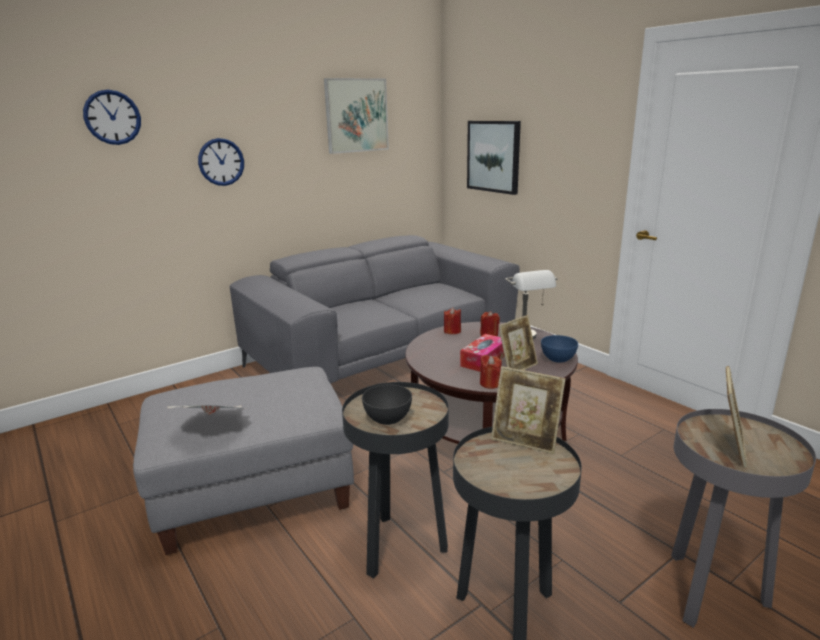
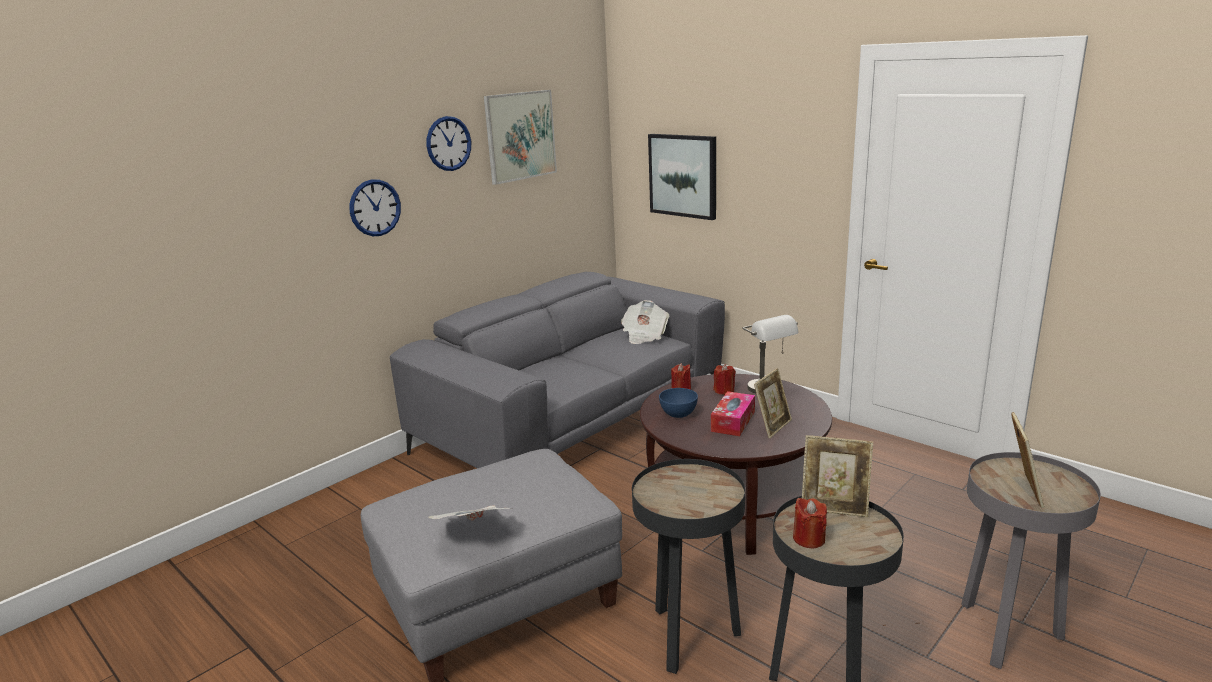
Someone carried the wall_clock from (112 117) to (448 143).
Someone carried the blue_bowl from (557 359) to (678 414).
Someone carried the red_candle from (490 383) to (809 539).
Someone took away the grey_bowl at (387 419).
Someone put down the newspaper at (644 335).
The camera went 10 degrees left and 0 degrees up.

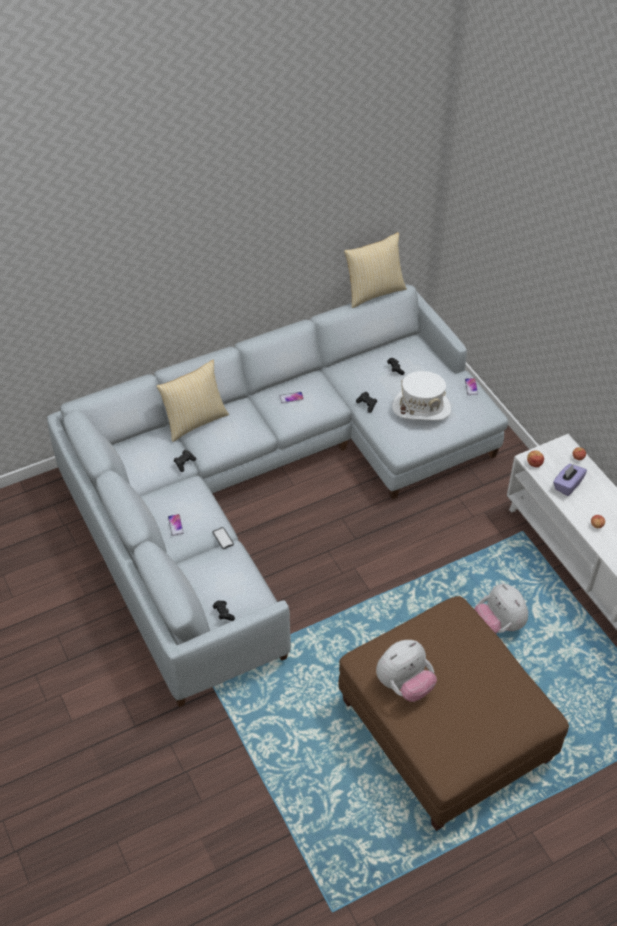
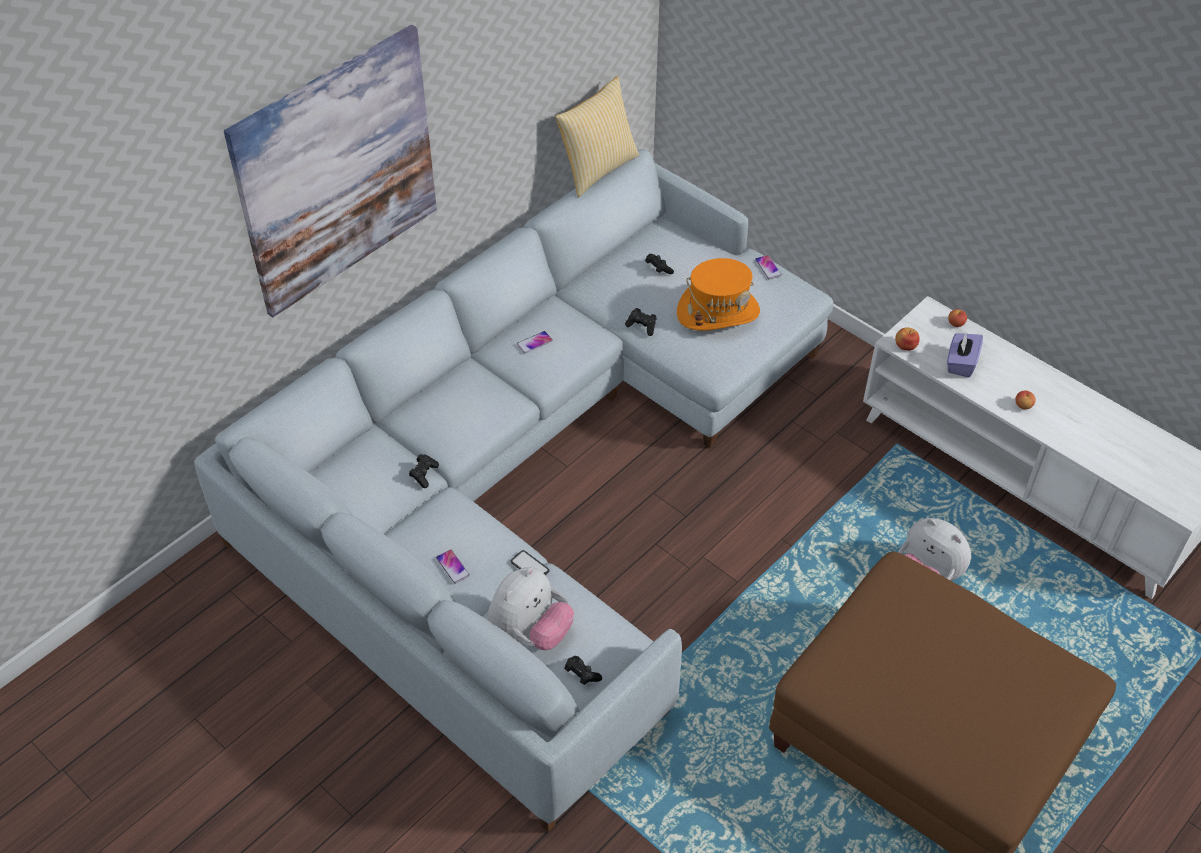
Someone took away the pillow at (195 421).
Someone repainted the white_hat at (421 408), which became the orange_hat at (718 312).
Someone carried the plush_toy from (404 684) to (530 632).
Someone put up the picture at (337 172).
The camera went 20 degrees left and 0 degrees up.

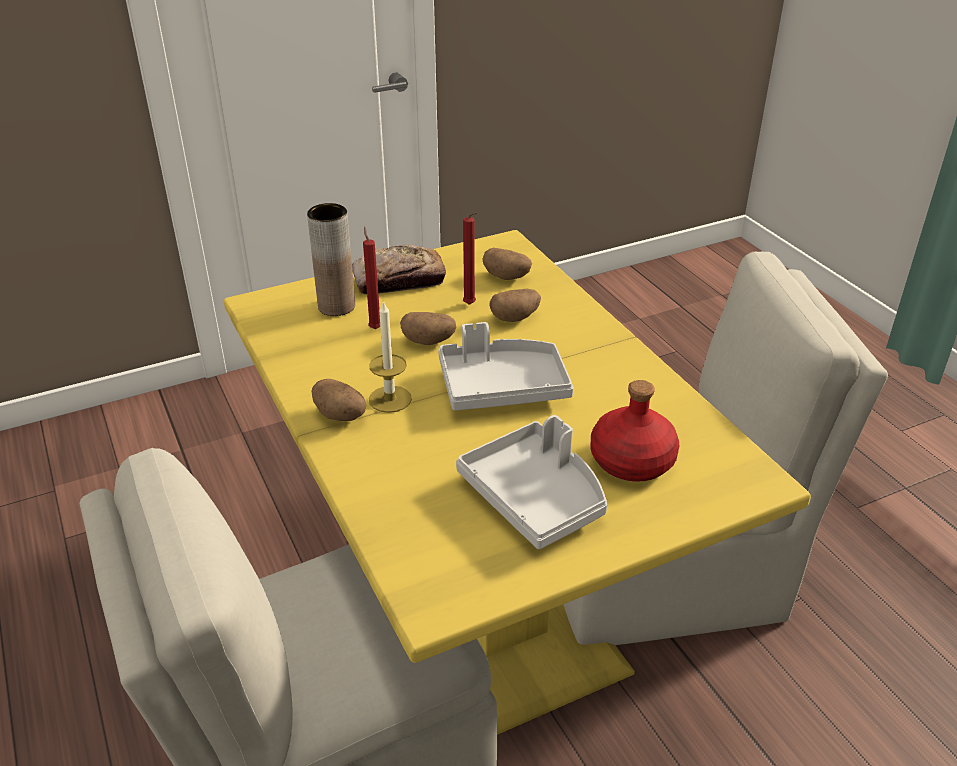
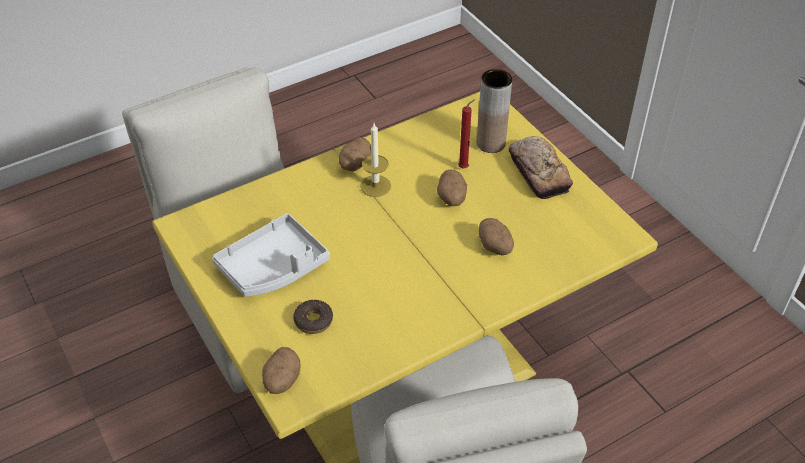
Someone took away the red_candle at (470 305).
Someone carried the potato from (507 277) to (281 381).
Someone took away the grey_tray at (502 387).
Someone swapped the red_bottle at (632 460) for the donut at (313 320).
The camera went 85 degrees right and 10 degrees up.

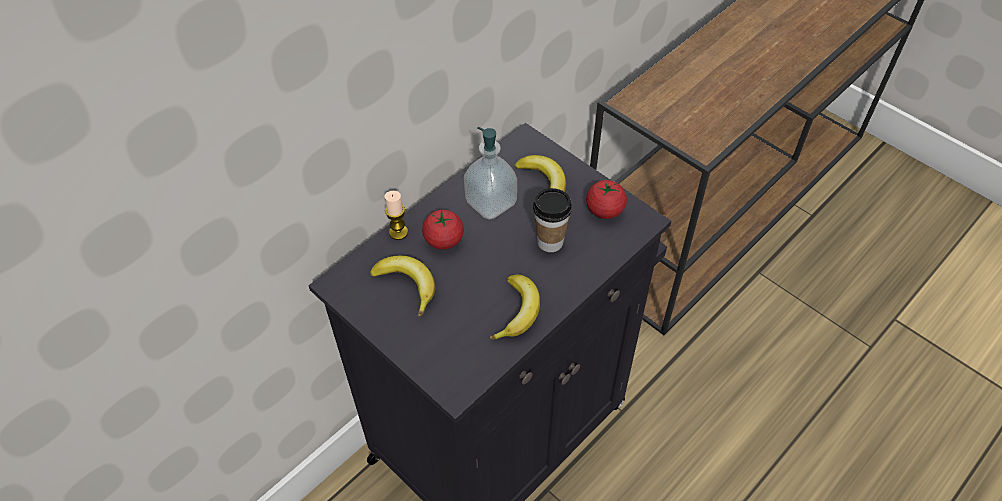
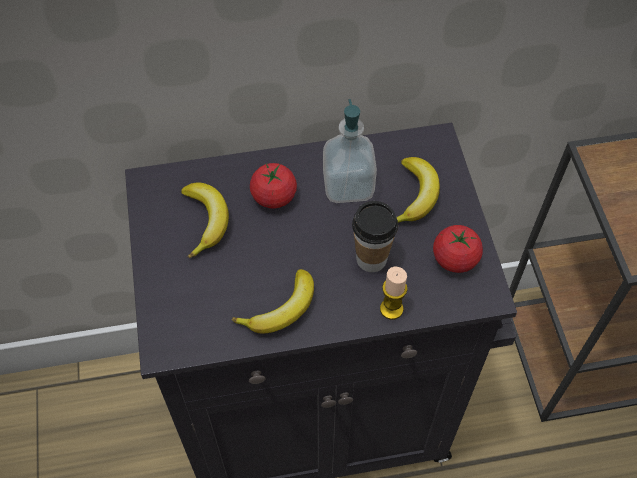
Someone carried the candle from (398 232) to (391 309).
The camera went 35 degrees right and 5 degrees up.

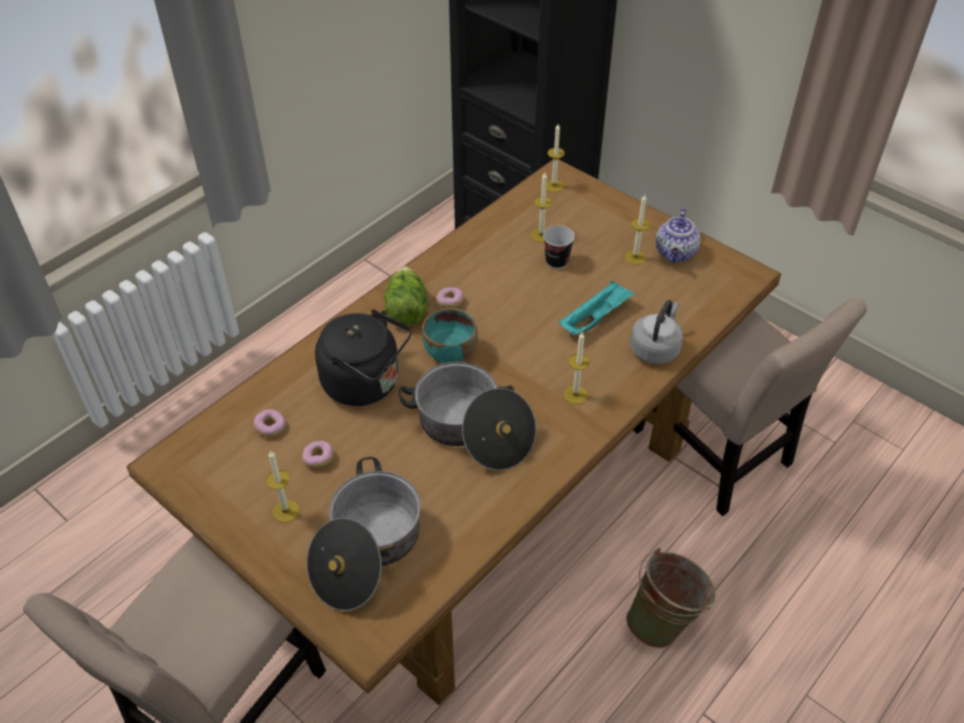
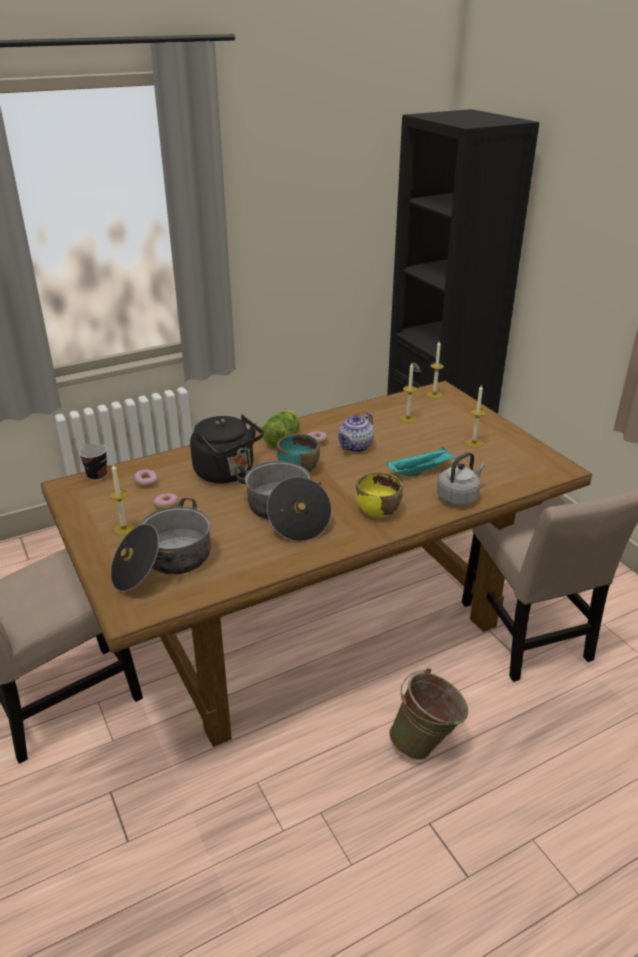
Someone carried the teapot from (676 253) to (355 447).
Someone carried the cup from (556 261) to (97 475).
Someone swapped the candle at (575 395) for the yellow_bowl at (377 510).
The camera went 20 degrees right and 15 degrees down.

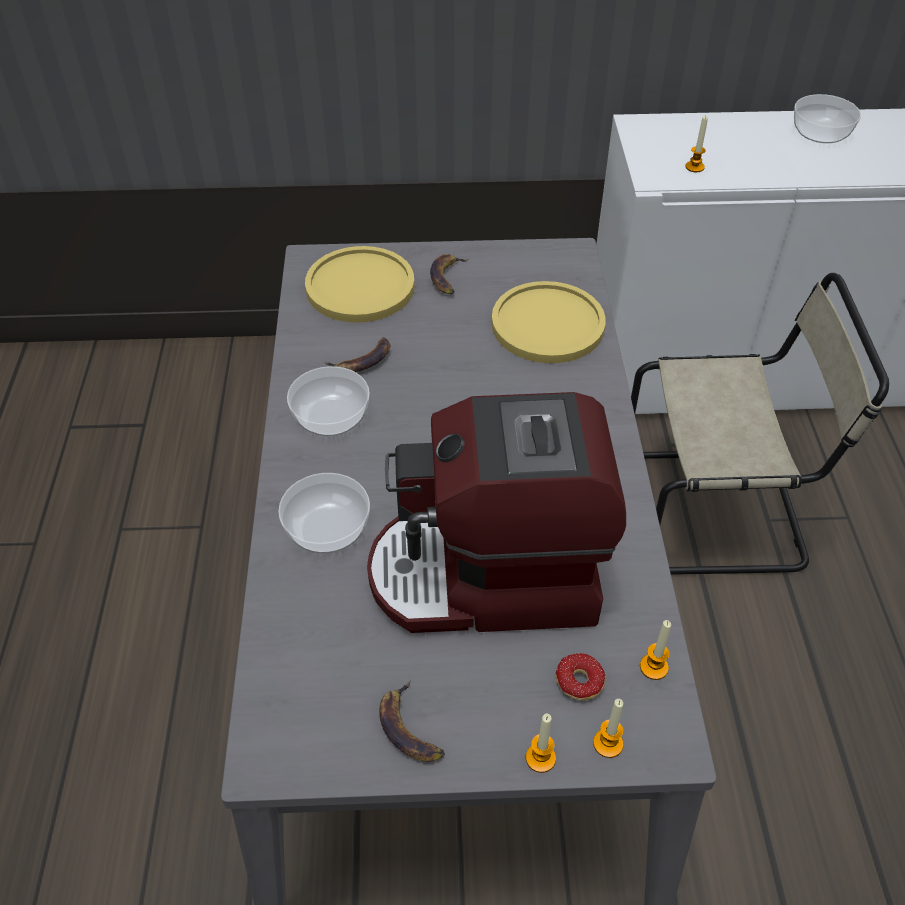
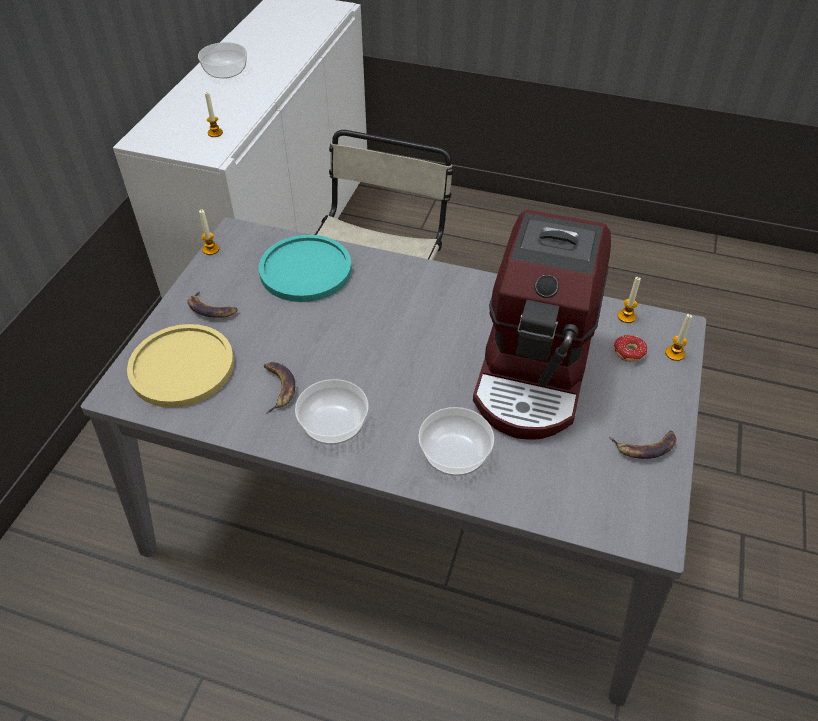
Someone repainted the yellow_plate at (547 324), which became the turquoise_plate at (305 270).
Someone carried the candle from (540 758) to (211 249).
The camera went 70 degrees left and 0 degrees up.

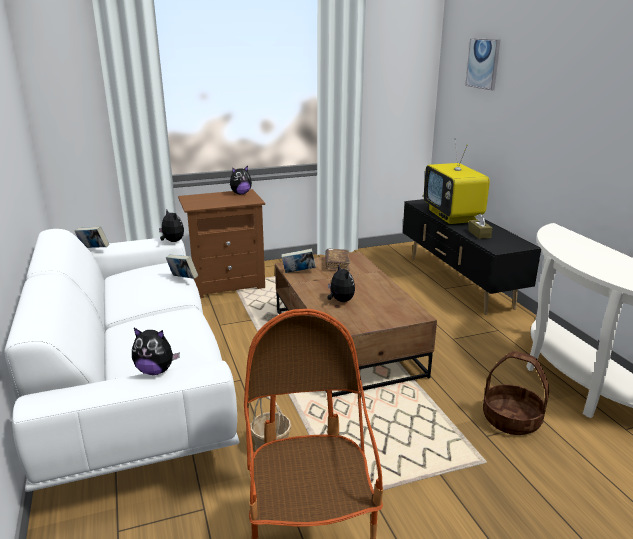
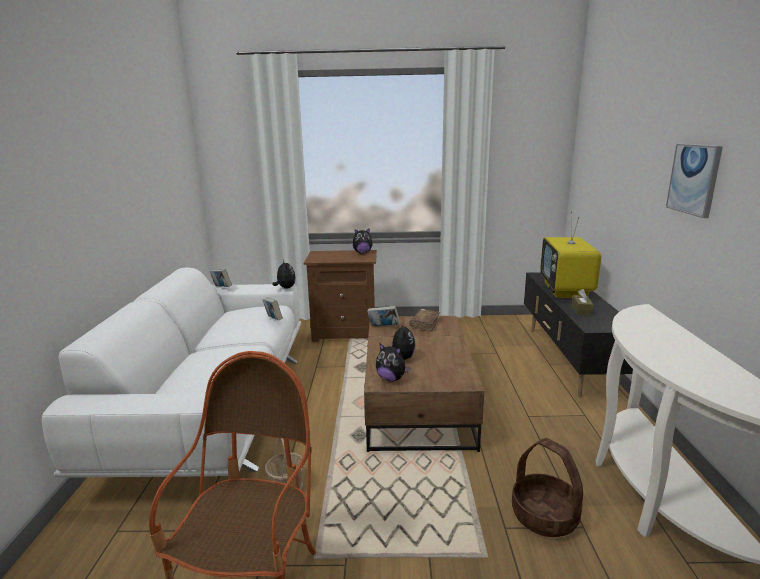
Someone carried the picture from (483 63) to (694 179).
Someone carried the plush_toy from (156 371) to (391 379).
The camera went 20 degrees right and 5 degrees down.

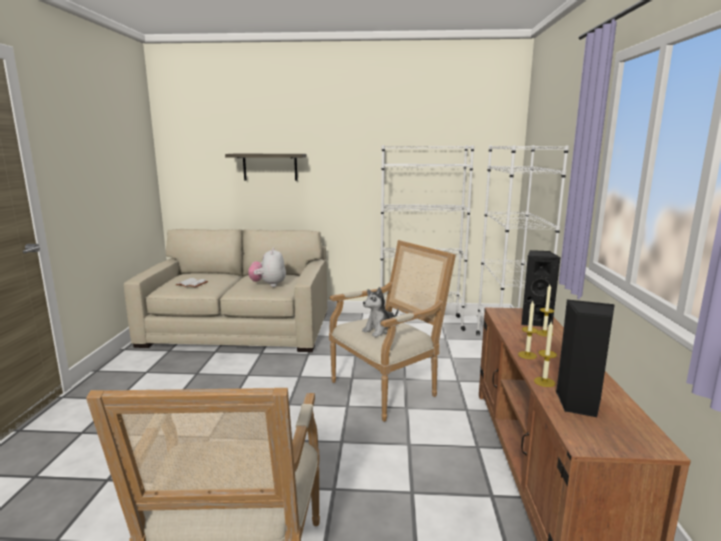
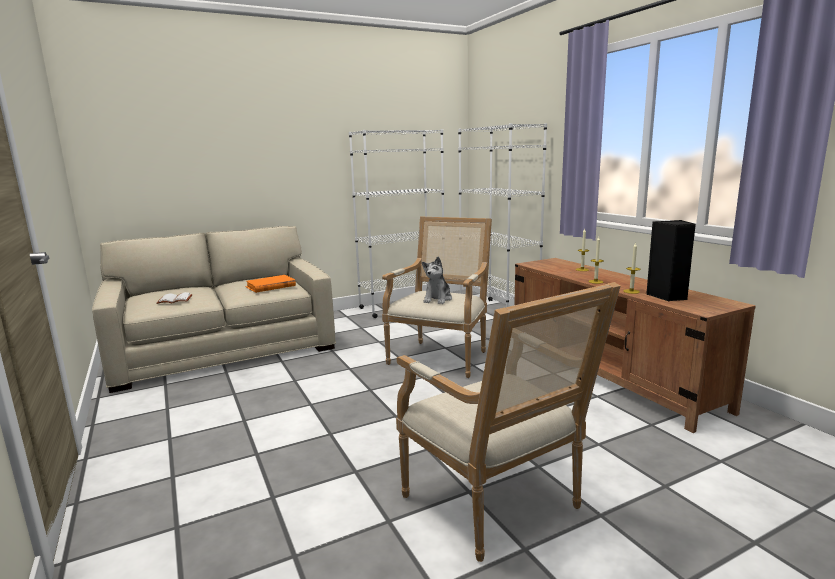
Someone took away the shelf at (270 167).
Someone swapped the plush_toy at (268 285) for the orange_book at (270 286).
Someone took away the black_speaker at (535 321).
The camera went 30 degrees left and 0 degrees up.

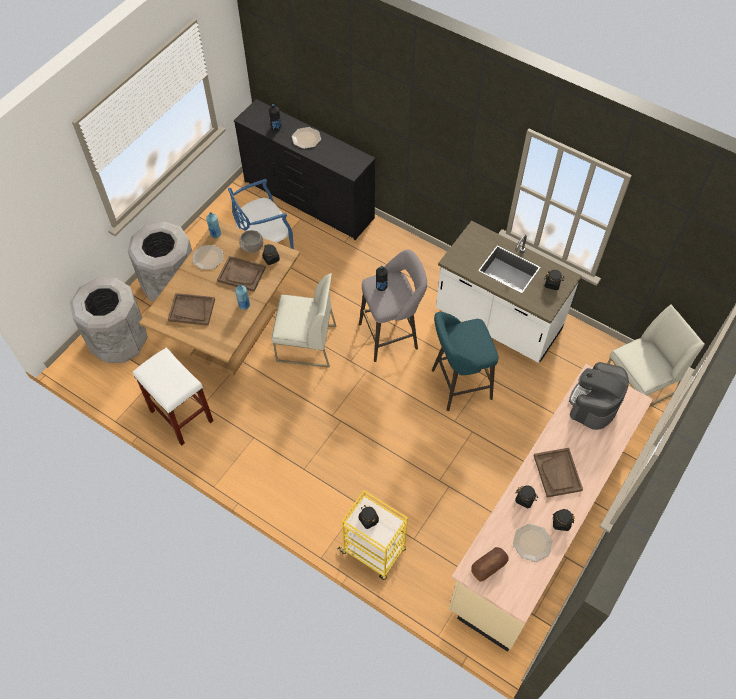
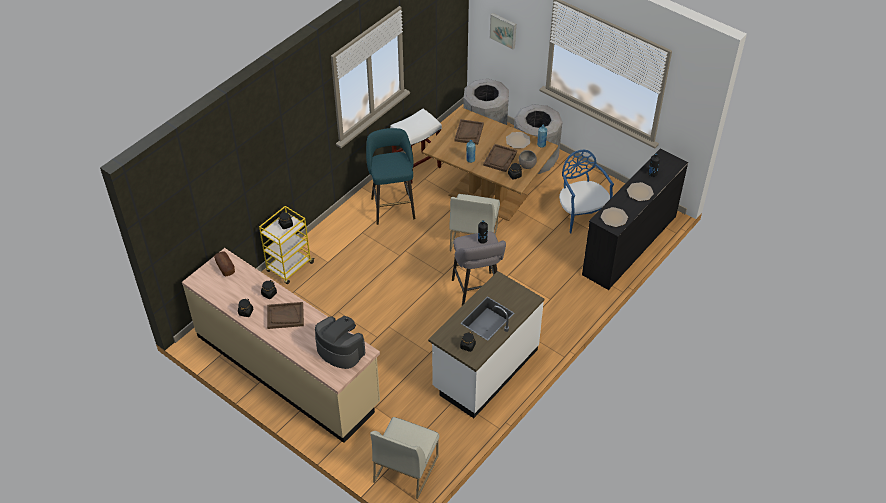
Someone rotated the white_chair at (638 385) by 45 degrees clockwise.
Someone carried the turquoise_stool from (457 385) to (392 206).
Someone carried the plate from (531 543) to (614 217).
Someone put up the picture at (503 30).
The camera went 95 degrees right and 10 degrees down.

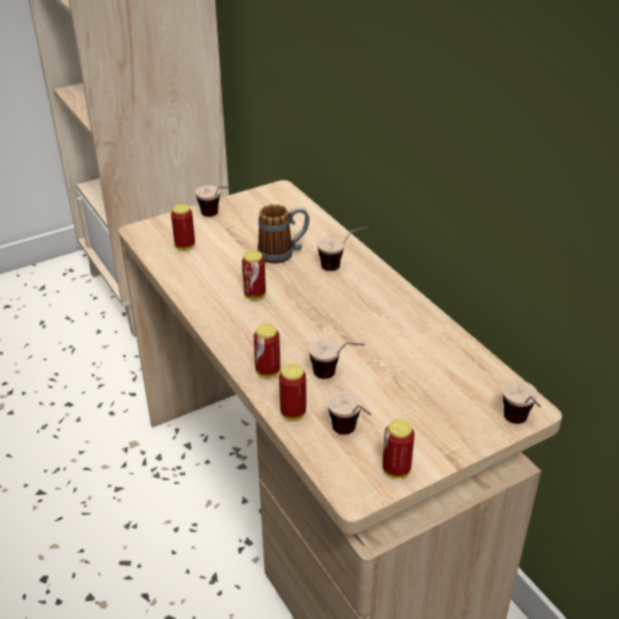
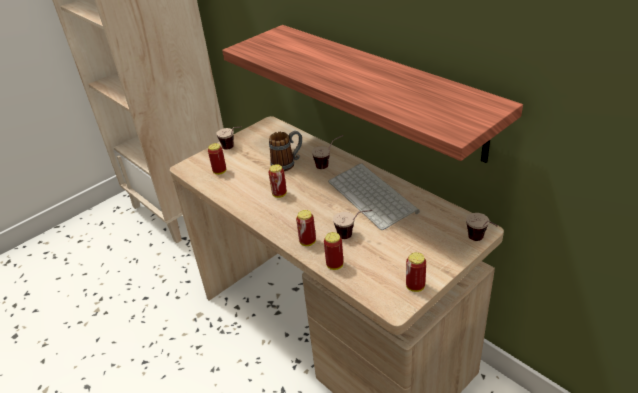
Someone took away the cup at (351 436).
Someone put up the shelf at (383 89).
Someone put down the keyboard at (374 196).
The camera went 10 degrees left and 0 degrees up.

